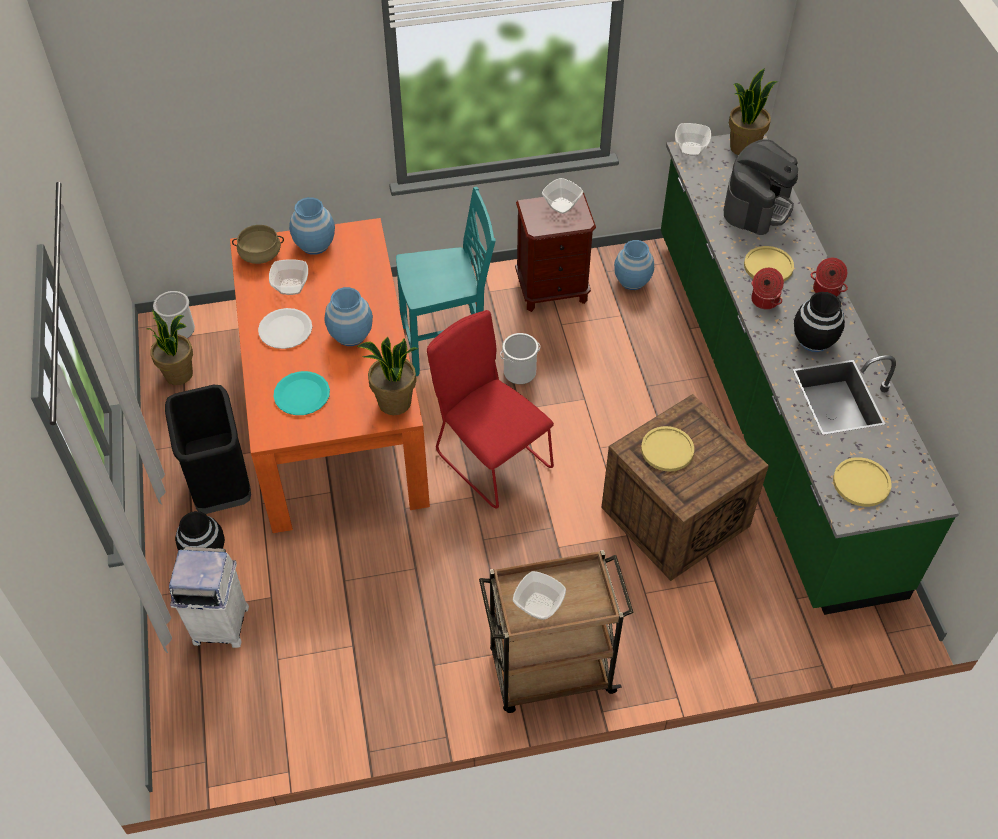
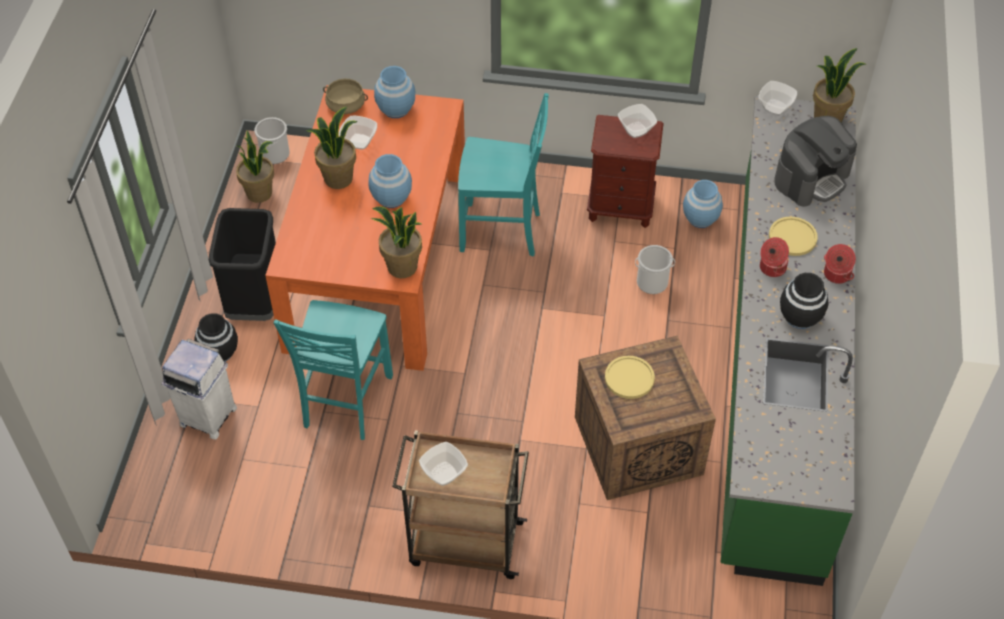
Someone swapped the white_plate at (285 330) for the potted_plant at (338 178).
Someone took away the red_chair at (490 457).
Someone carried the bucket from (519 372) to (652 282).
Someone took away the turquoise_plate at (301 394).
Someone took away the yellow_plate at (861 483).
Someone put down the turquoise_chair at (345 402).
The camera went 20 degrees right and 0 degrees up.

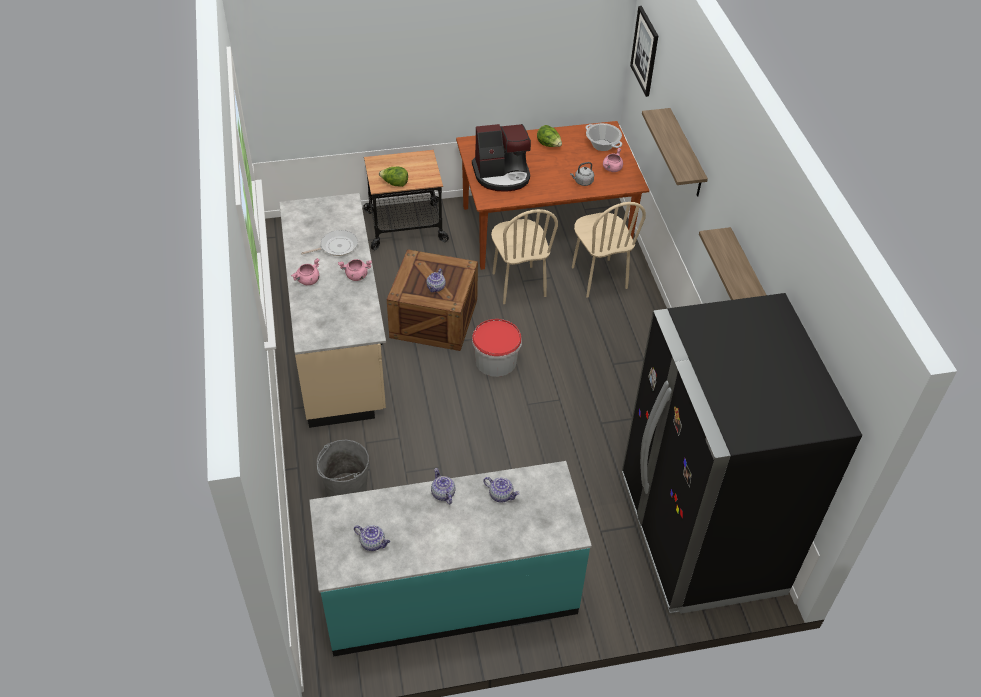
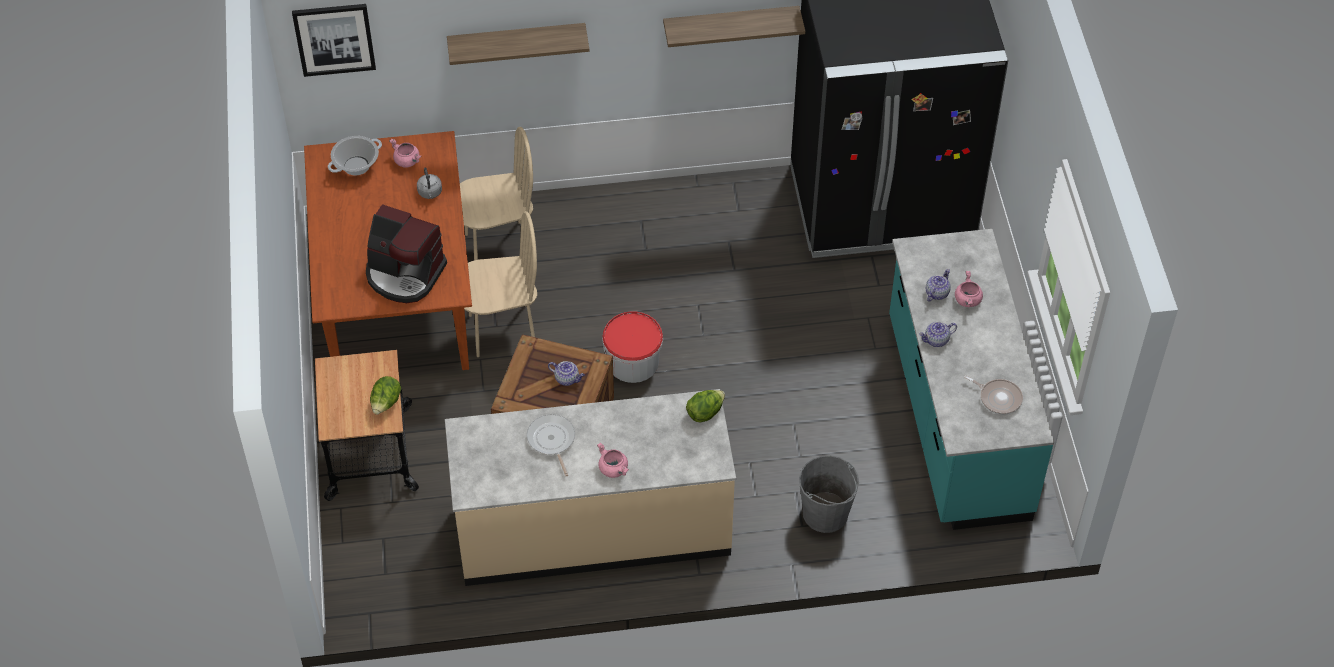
Someone rotated the coffee_machine at (502 175) by 120 degrees clockwise.
Someone carried the lettuce from (549 145) to (705 412).
Someone carried the pink_cooking_pot from (356 276) to (968 300).
Someone swapped the teapot at (373 543) for the frying_pan at (998 398).
The camera went 85 degrees left and 5 degrees up.

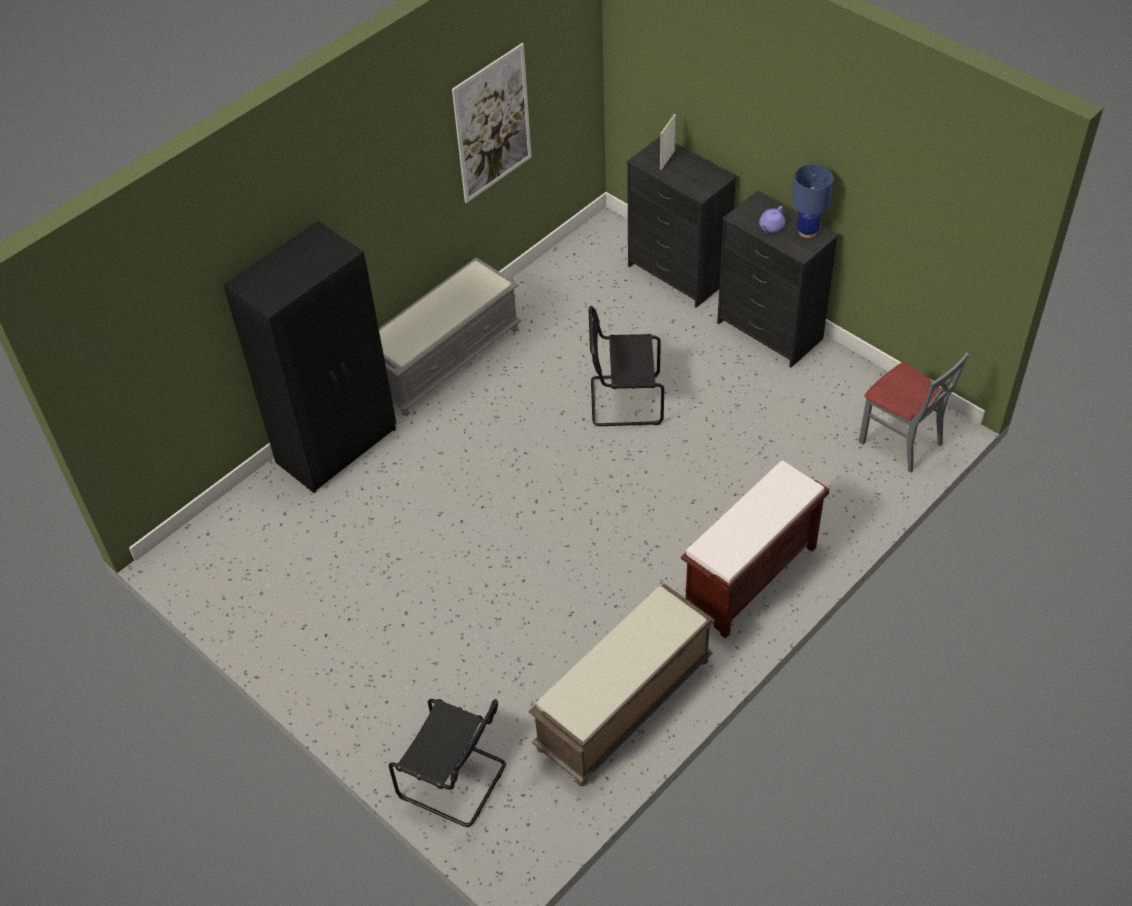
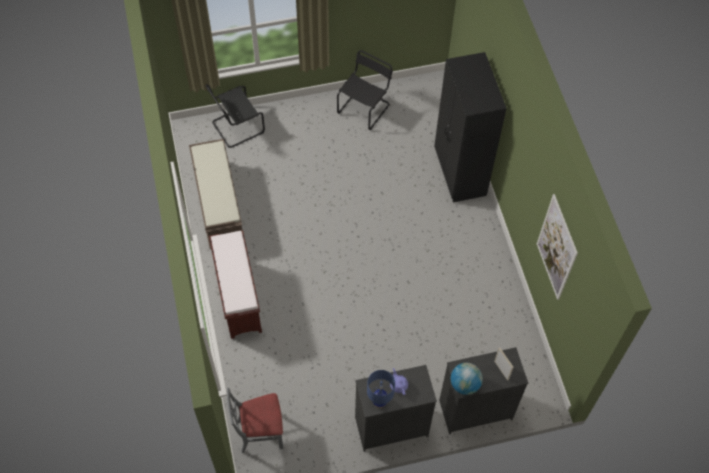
Someone took away the grey_bench at (446 358).
Someone carried the black_chair from (623 400) to (365 108).
Someone put down the globe at (465 384).
The camera went 120 degrees right and 10 degrees up.

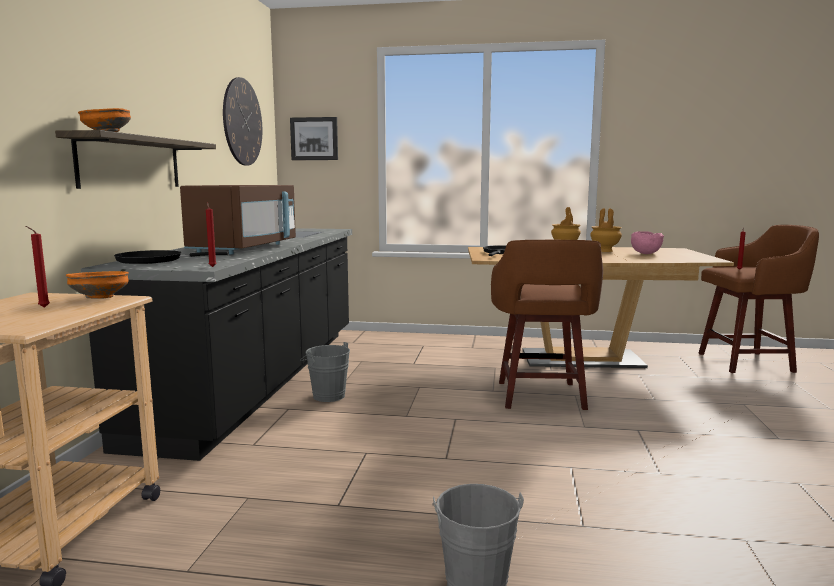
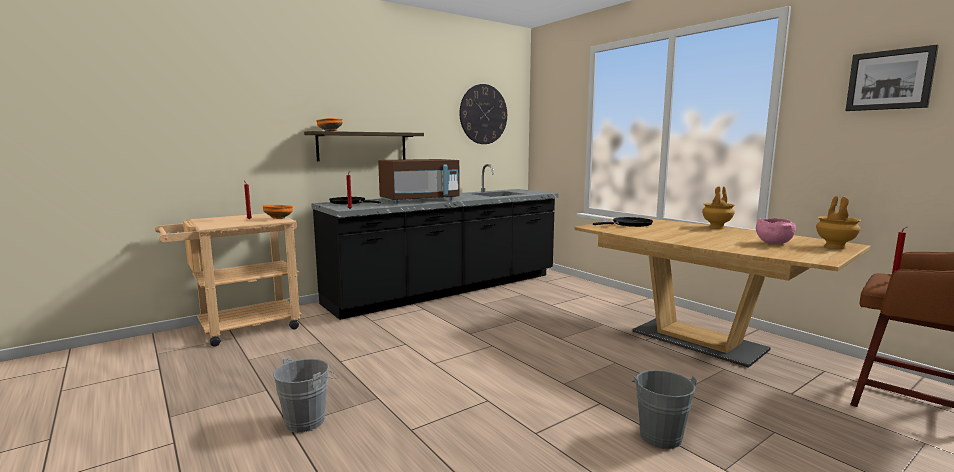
Someone carried the picture from (314 139) to (889 80).
Someone carried the brown_vase from (604 251) to (834 246).
Someone took away the brown_stool at (541 397).
Someone carried the grey_bucket from (326 395) to (658 434).
The camera went 45 degrees right and 0 degrees up.

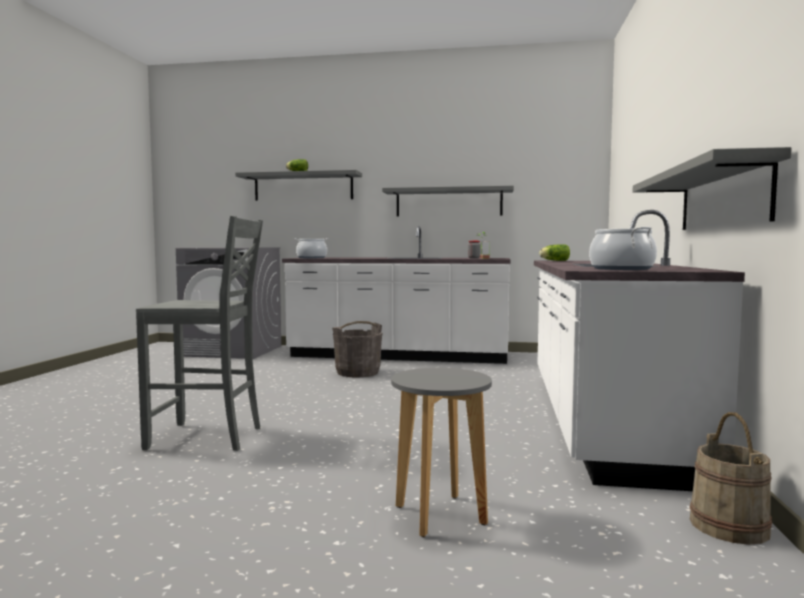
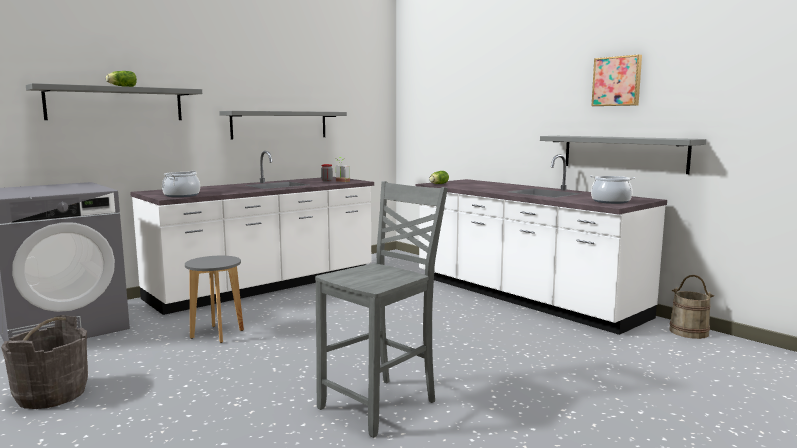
Someone carried the grey_bucket from (357 372) to (51 394).
Someone carried the grey_stool from (440 515) to (217 334).
Someone put up the picture at (617 81).
The camera went 50 degrees left and 5 degrees up.

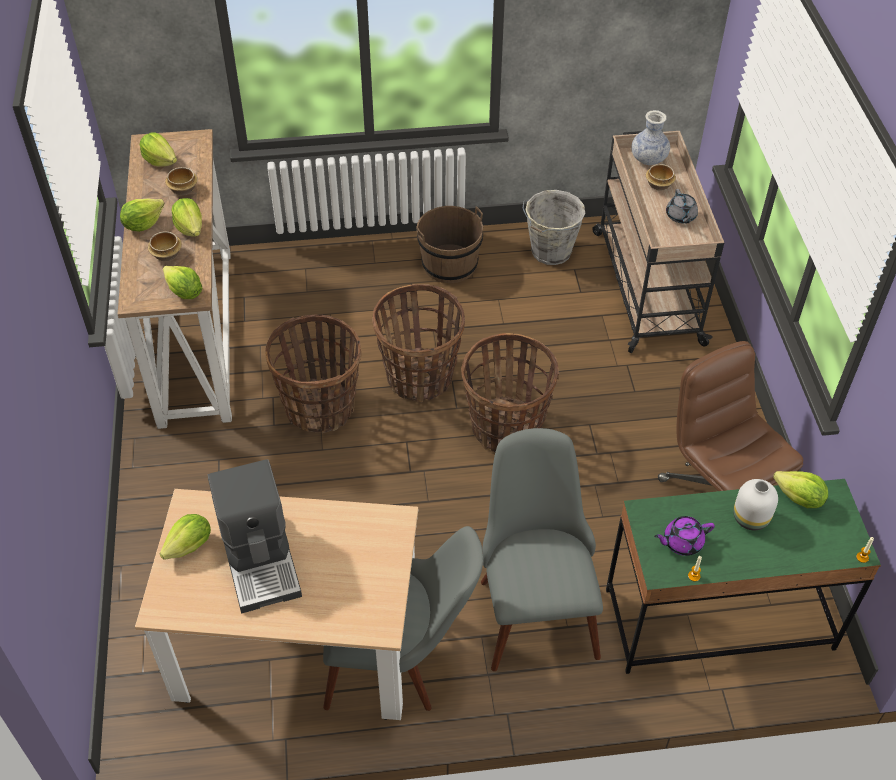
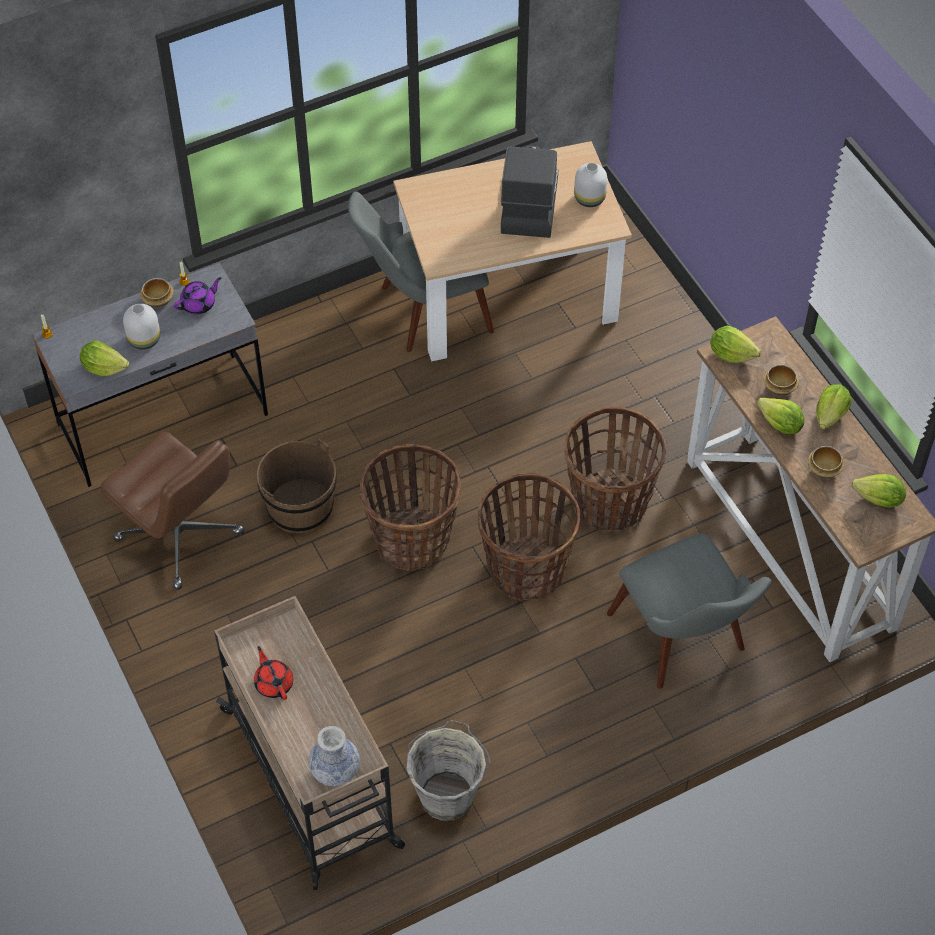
Someone carried the bowl from (659 185) to (158 301).
Someone repainted the grey_teapot at (680 216), which became the red_teapot at (274 683).
Someone carried the brown_bucket from (449 265) to (300 507).
Someone carried the grey_chair from (534 603) to (686 643).
Someone rotated the coffee_machine at (261 560) by 45 degrees clockwise.
Someone repainted the green_desk at (718 619), which became the grey_desk at (163 419).
Someone swapped the lettuce at (190 546) for the white_vase at (588 199).
The camera went 160 degrees right and 5 degrees up.

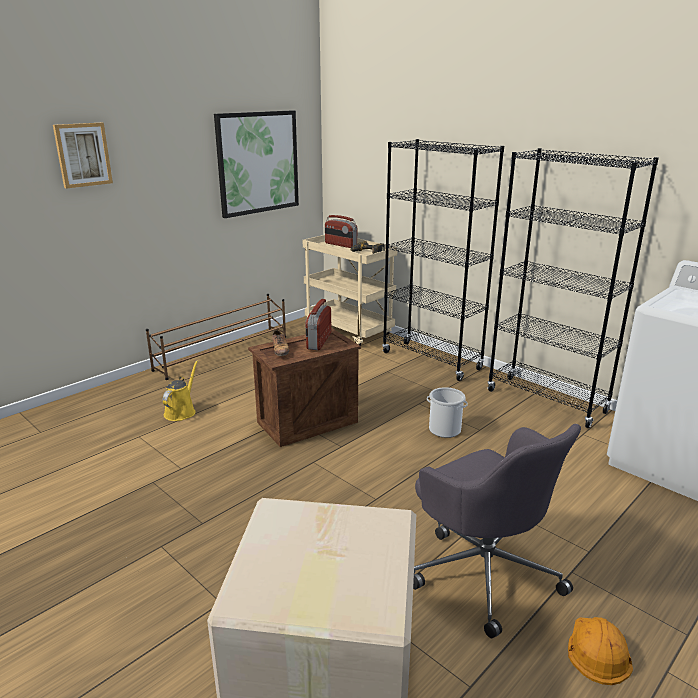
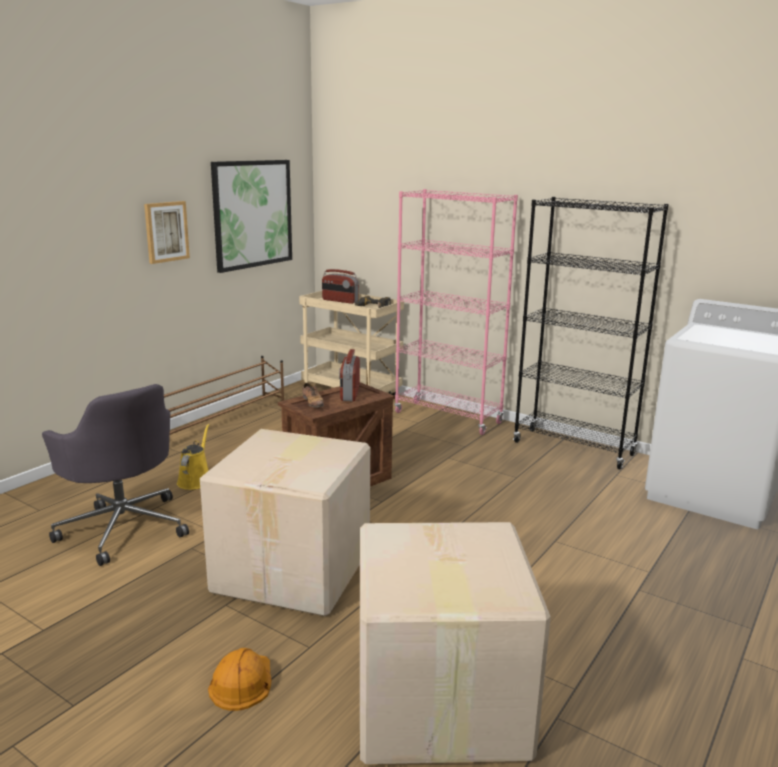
Someone carried the picture from (83 155) to (166 231).
Someone repainted the black_bookcase at (431 361), which became the pink_bookcase at (448 418).
Someone took away the bucket at (444 430).
Someone carried the grey_office_chair from (483 570) to (123 527).
Someone carried the orange_hard_hat from (597 650) to (241 682).
Someone put down the cardboard_box at (295 570).
The camera went 10 degrees left and 5 degrees down.

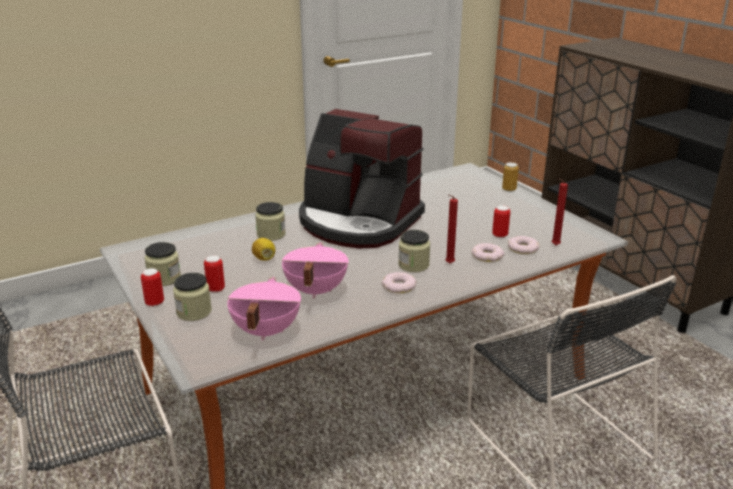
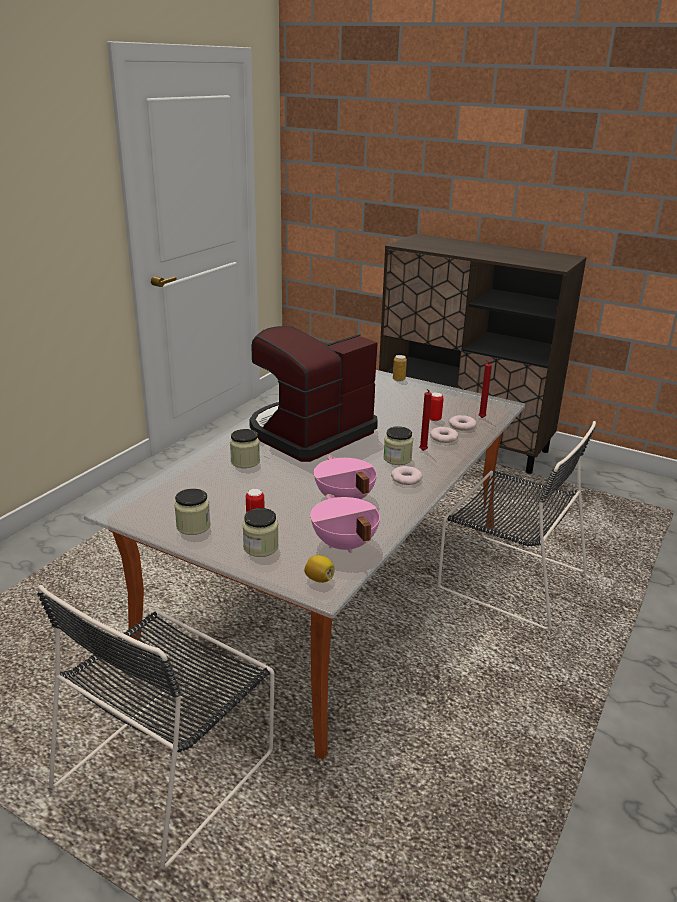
Someone rotated the coffee_machine at (358 222) by 135 degrees clockwise.
Someone carried the lemon from (264 258) to (319 579).
Someone took away the can at (154 303).
The camera went 30 degrees left and 0 degrees up.

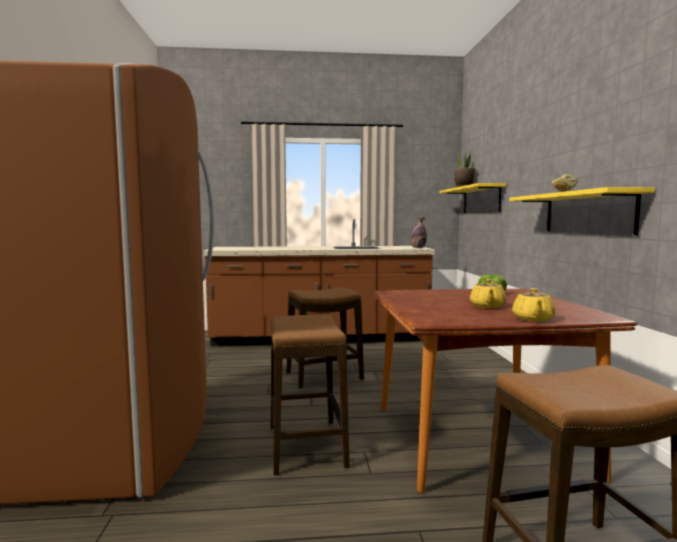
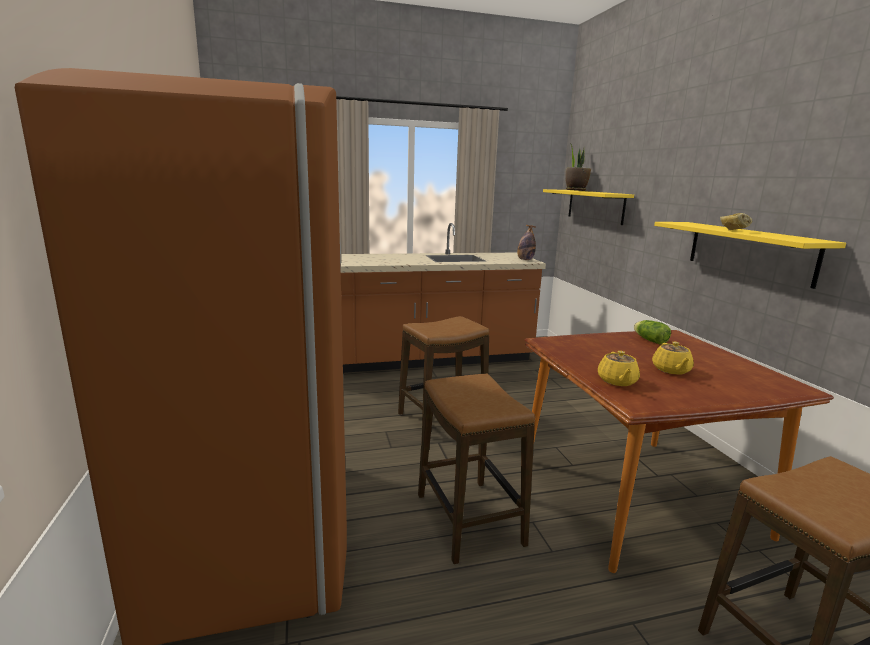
Someone carried the yellow_teapot from (533 319) to (617 381).
The camera went 10 degrees left and 10 degrees up.

